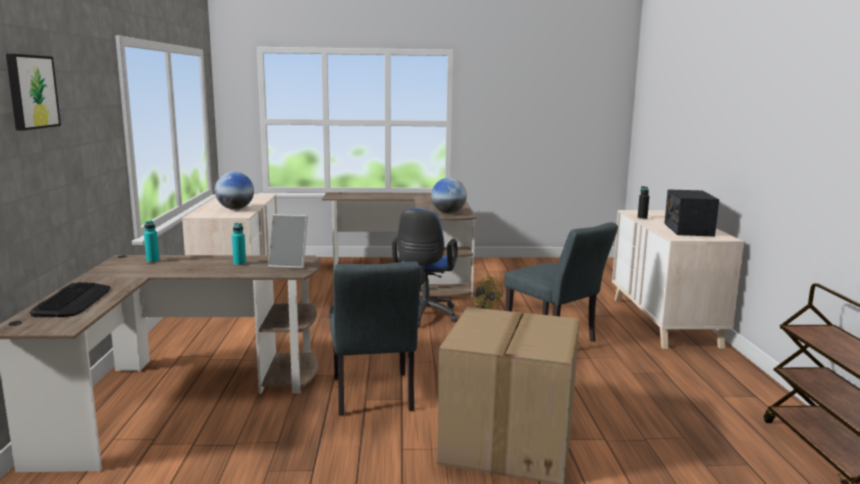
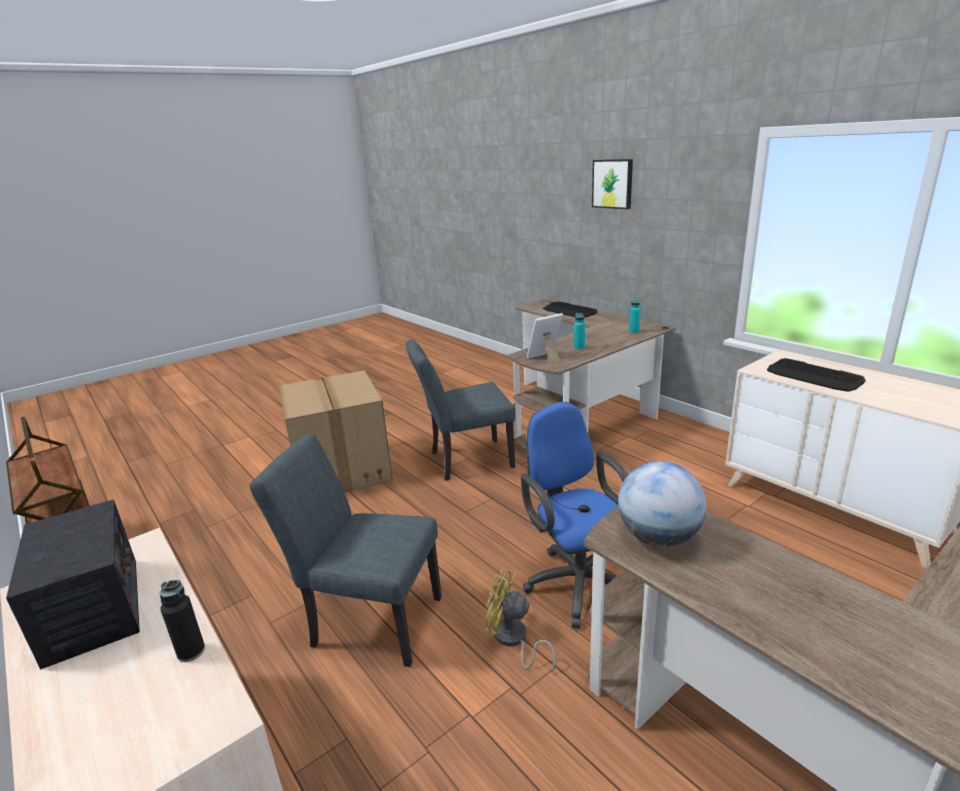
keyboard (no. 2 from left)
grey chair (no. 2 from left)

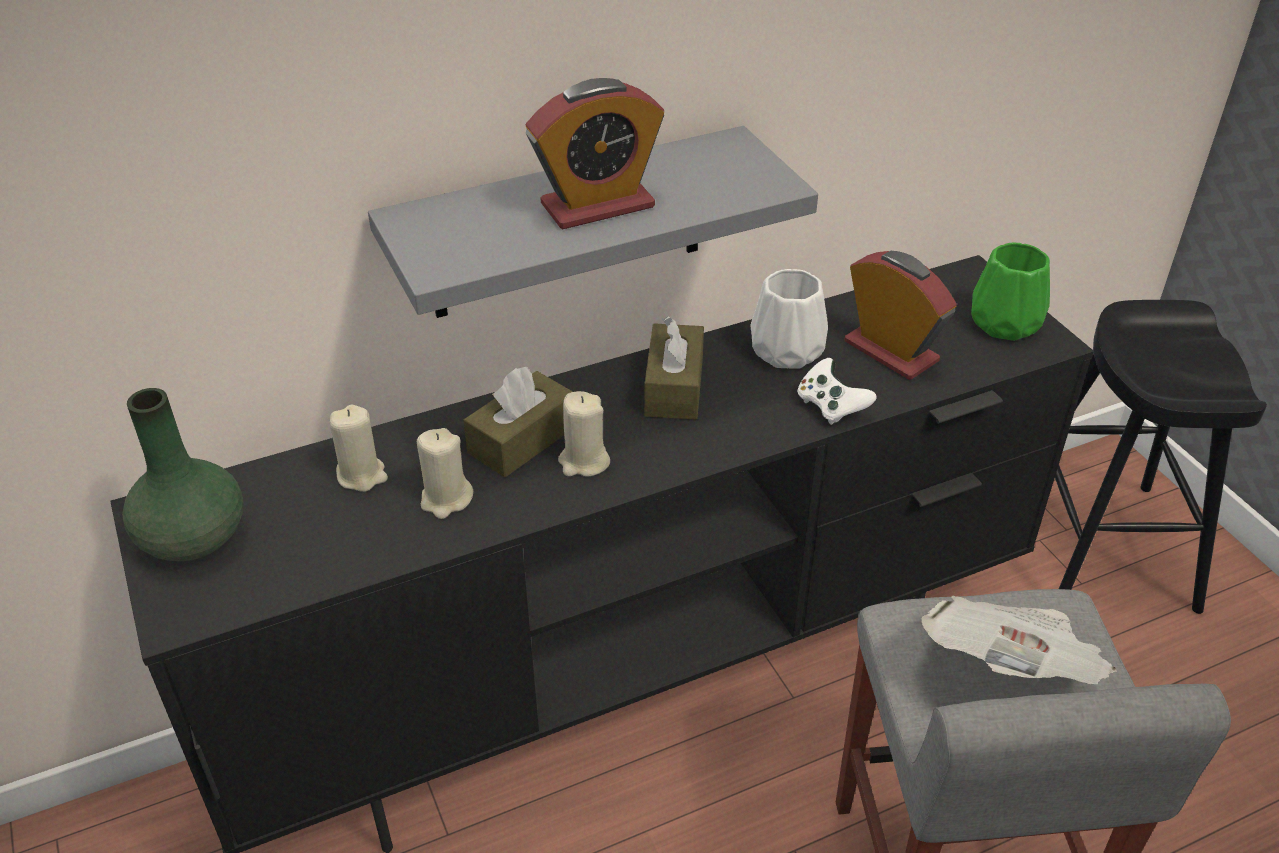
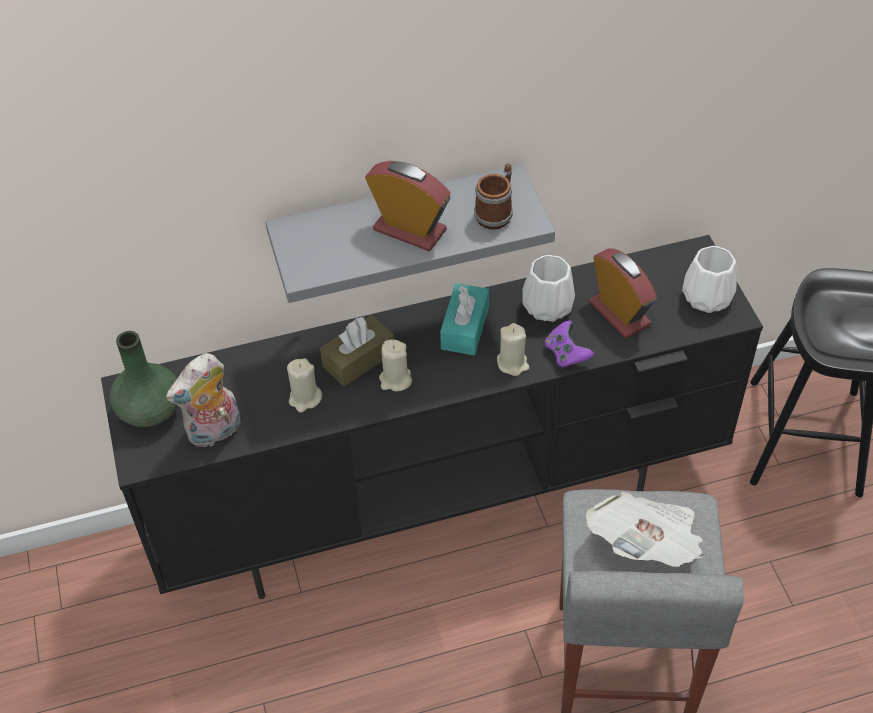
plush toy
mug
beige candle (no. 3 from left)
turquoise tissue box
purple game controller
white vase (no. 2 from left)
alarm clock (no. 1 from left)

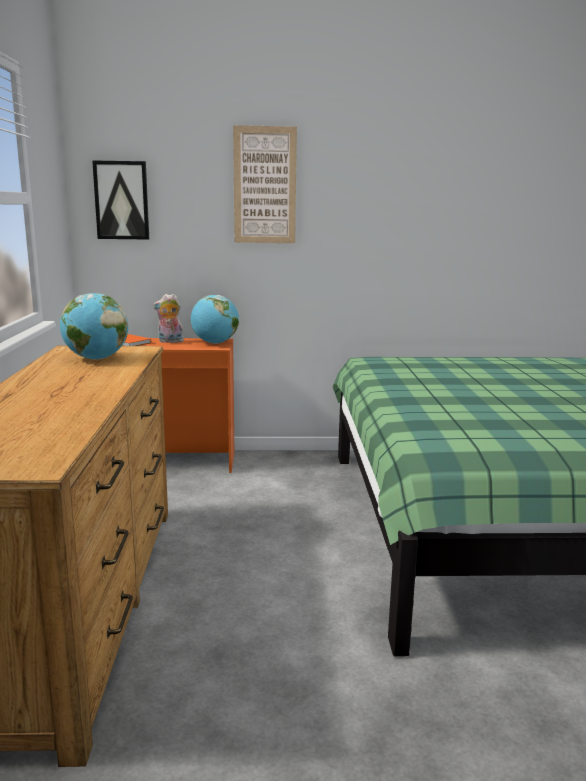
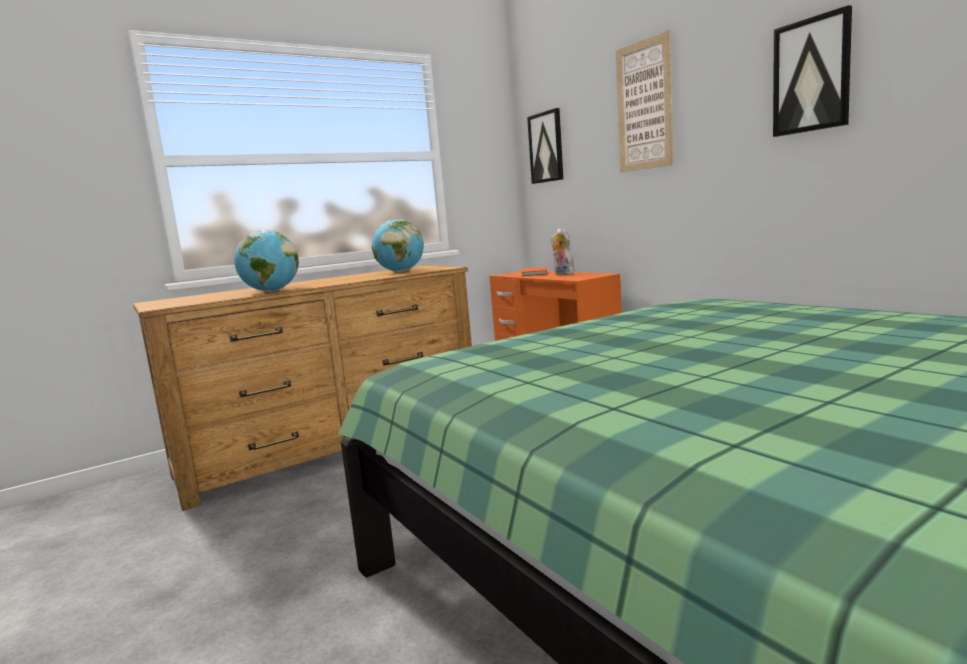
picture (no. 3 from left)
globe (no. 1 from left)

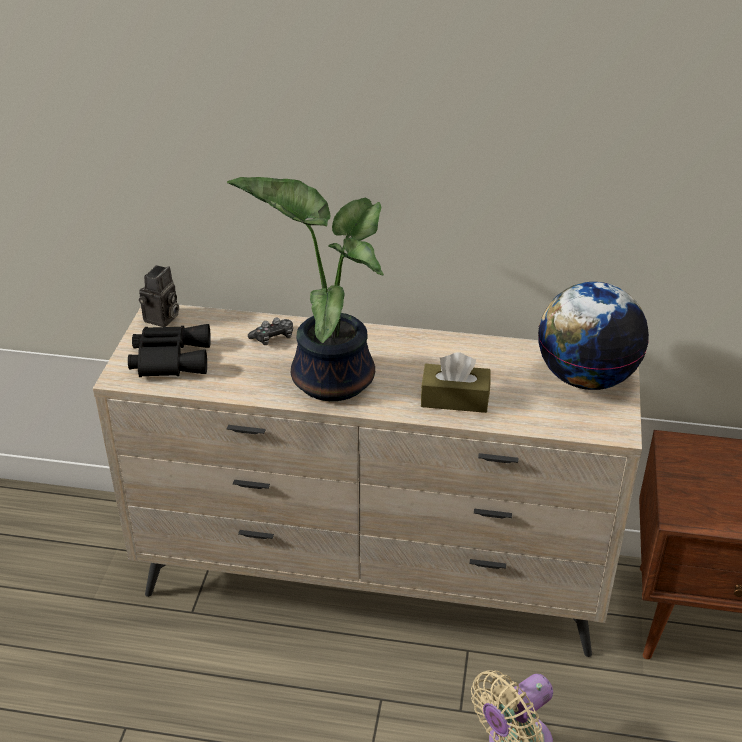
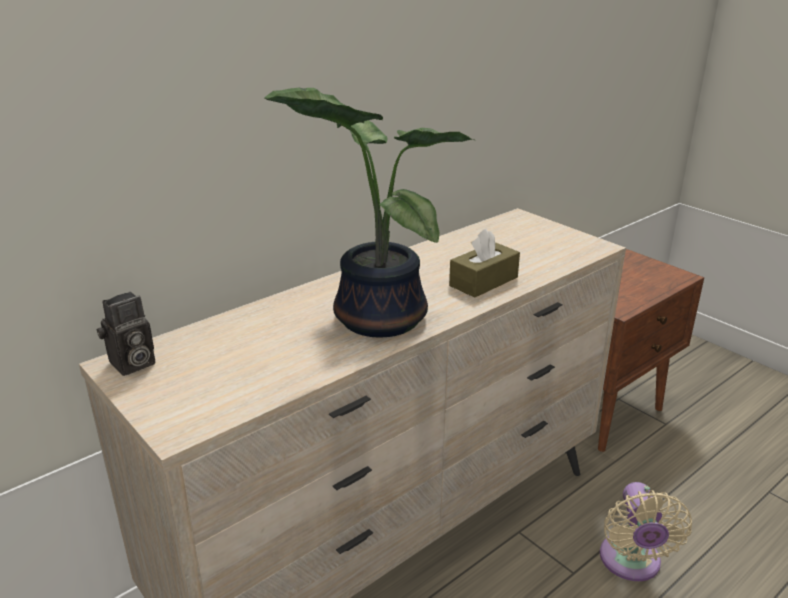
black binoculars
game controller
globe
photo camera

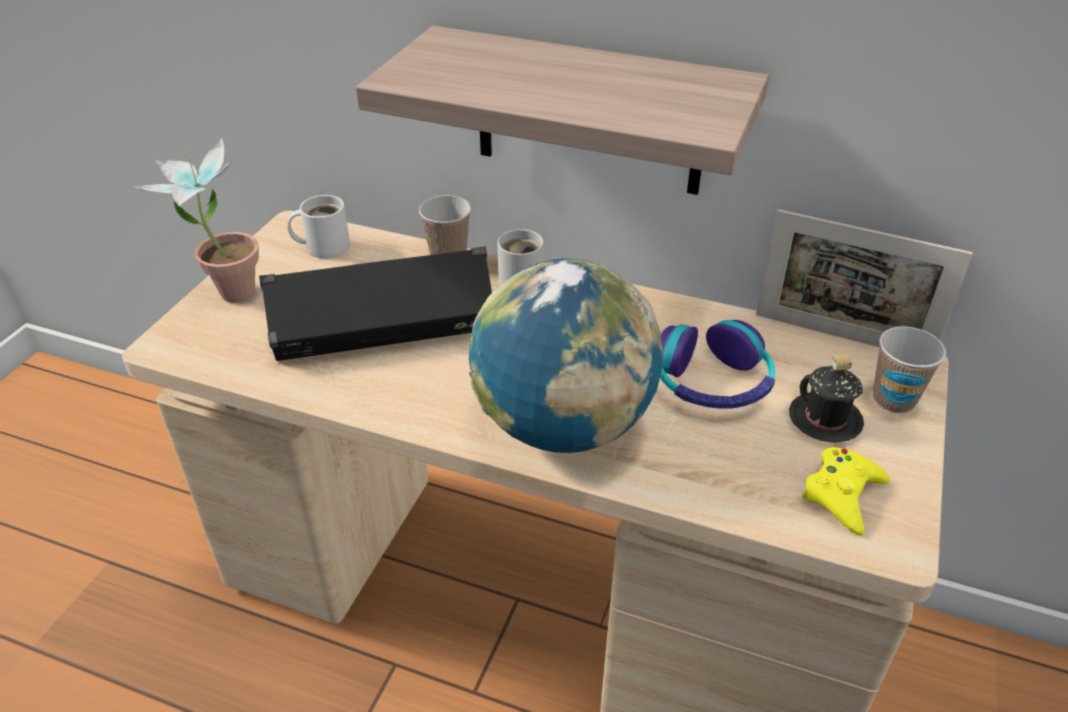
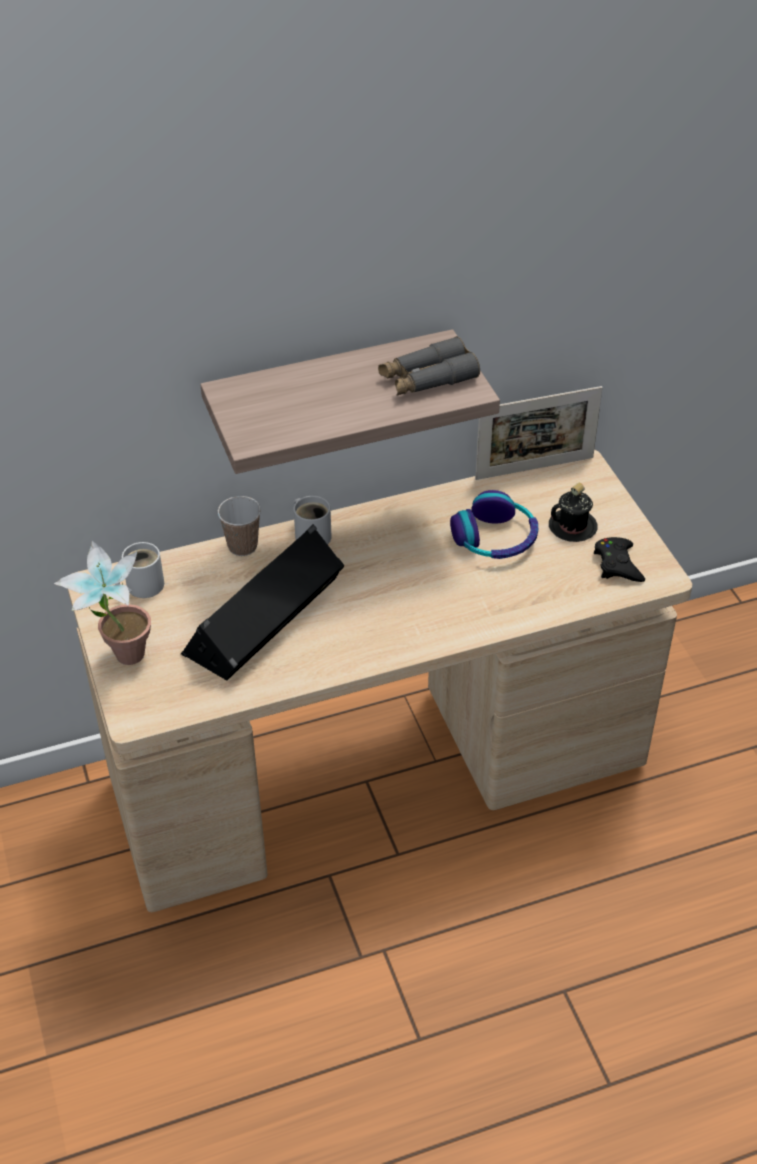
globe
cup (no. 2 from left in the first image)
grey binoculars
black game controller

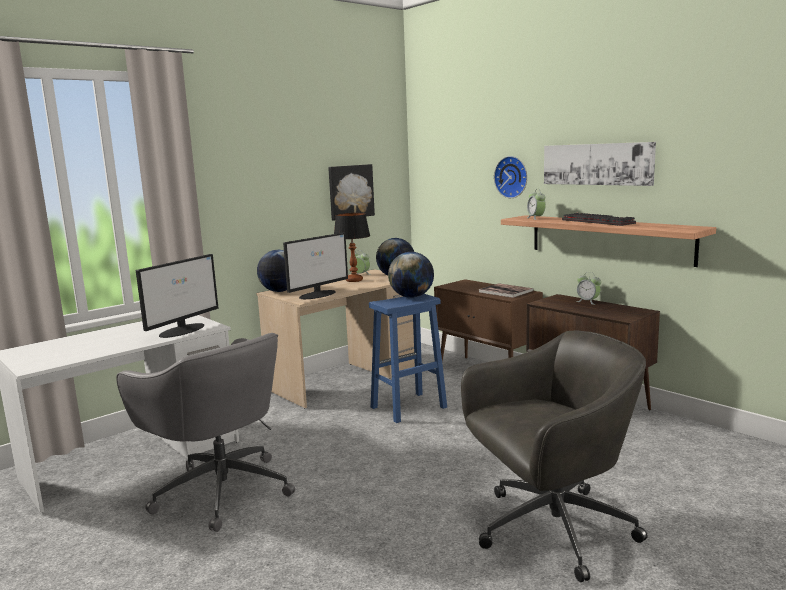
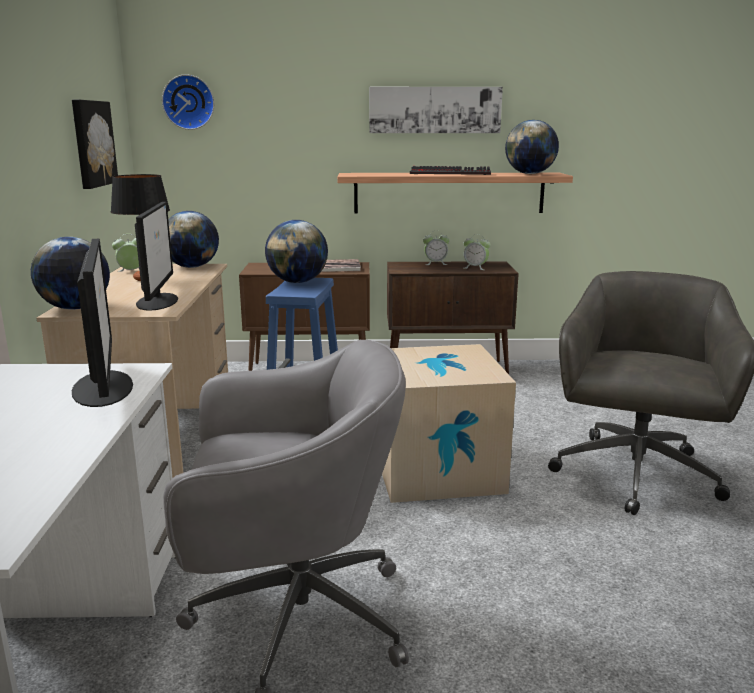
cardboard box
globe (no. 4 from left)
wall clock
alarm clock (no. 3 from left)

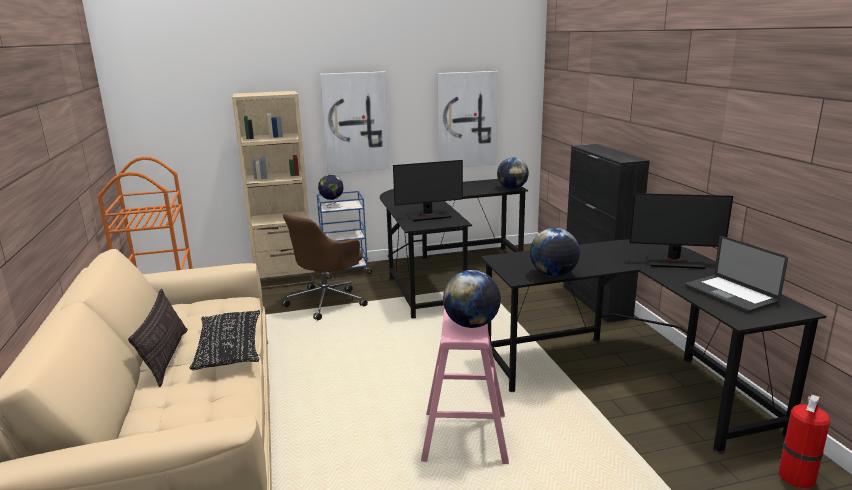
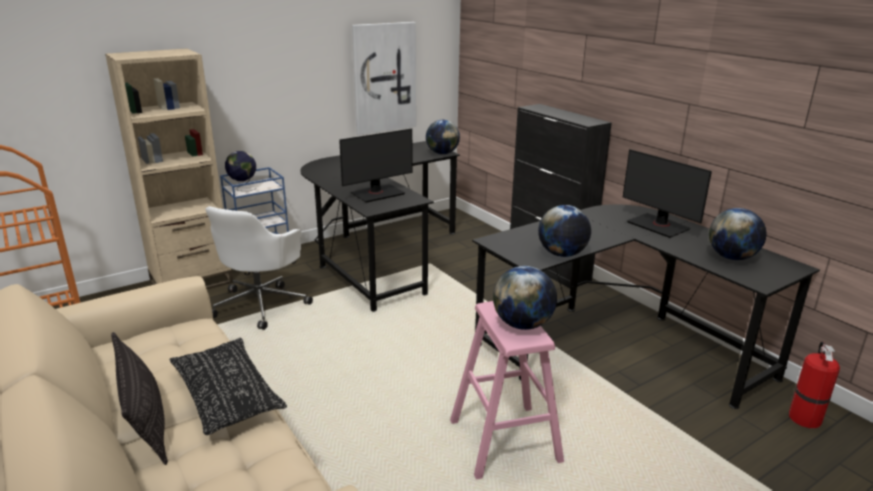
picture (no. 1 from left in the first image)
globe (no. 5 from left)
white office chair
monitor (no. 2 from left)

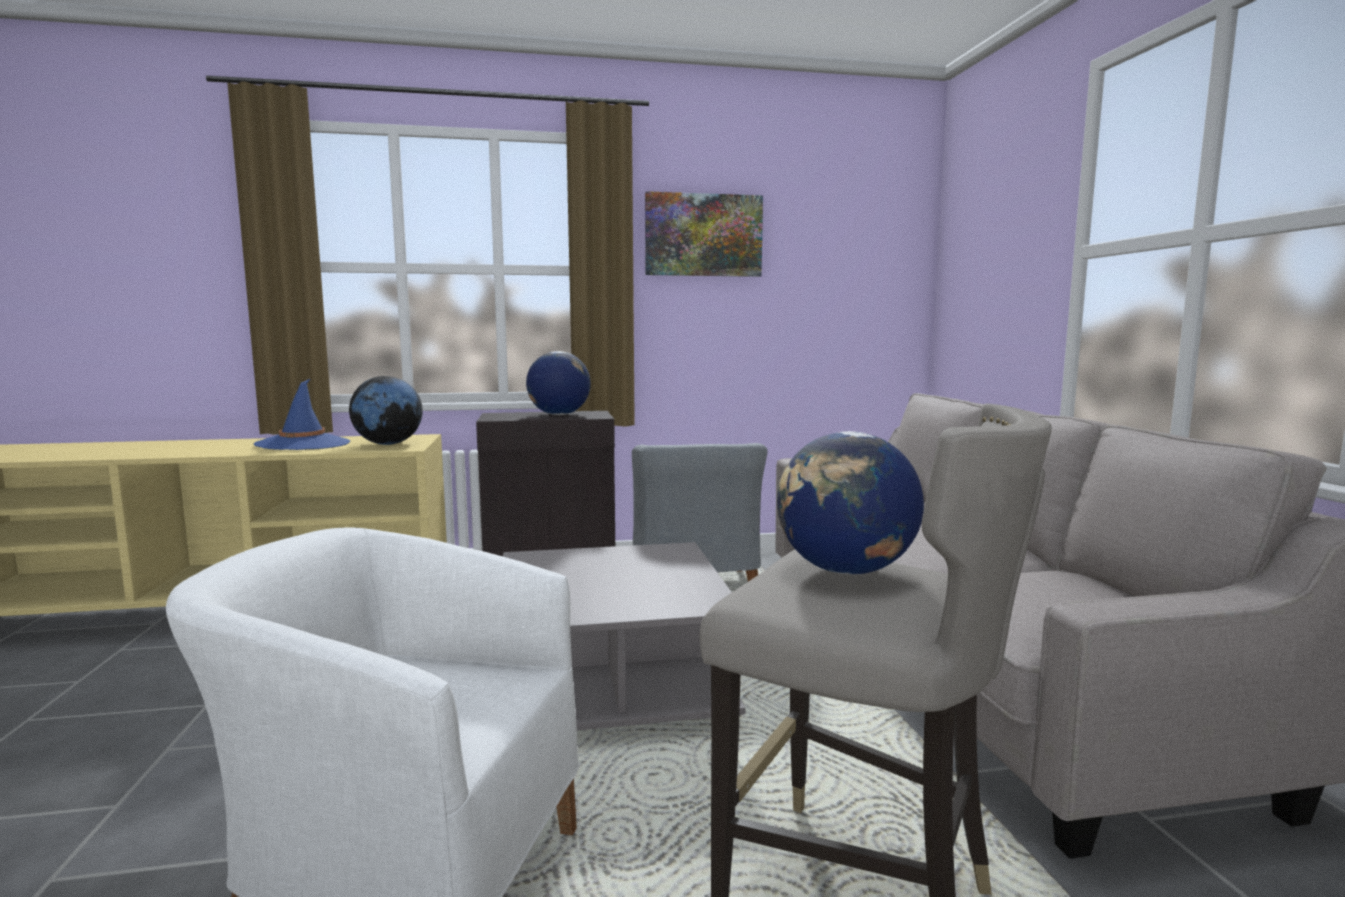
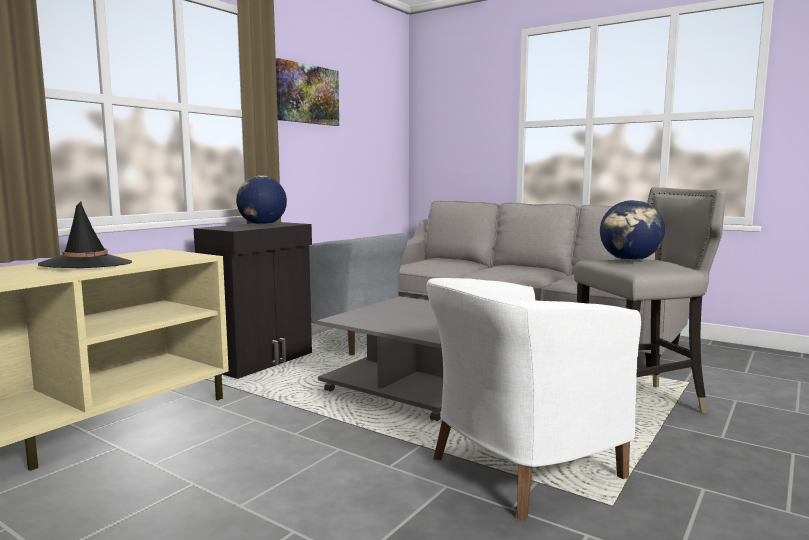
globe (no. 1 from left in the first image)
black hat

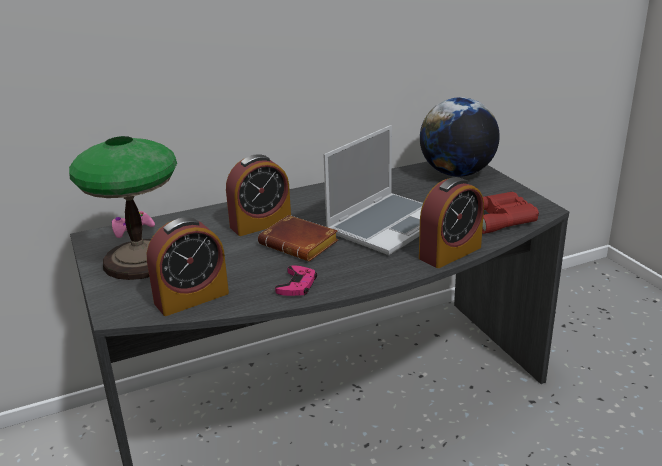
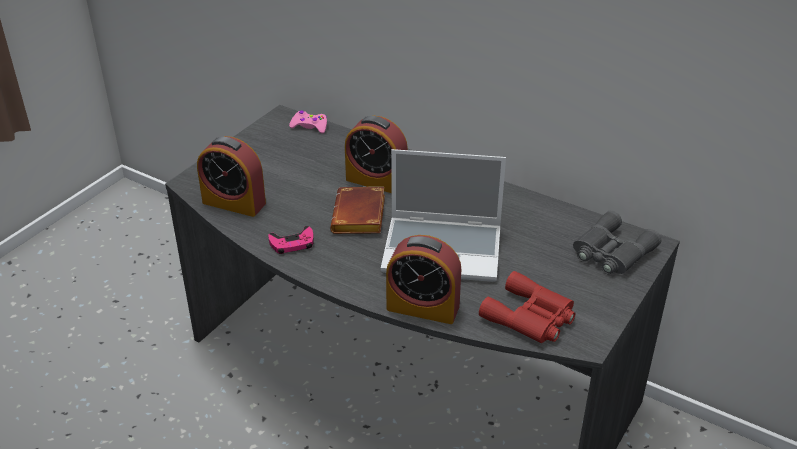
table lamp
grey binoculars

